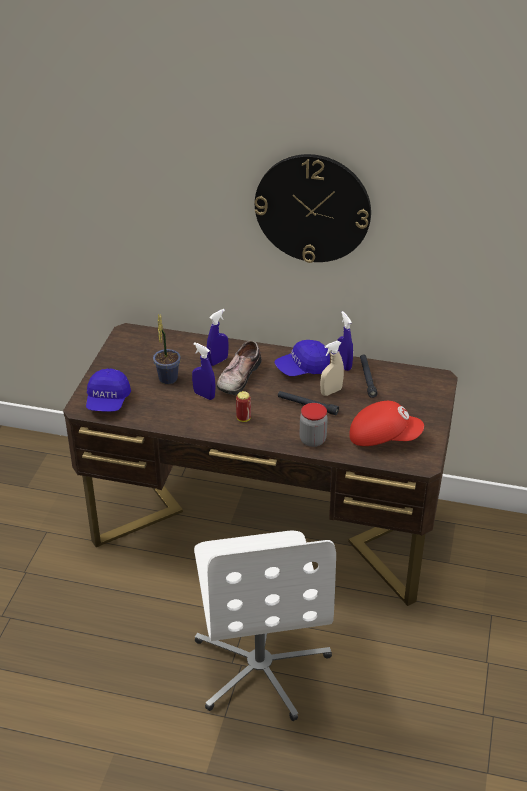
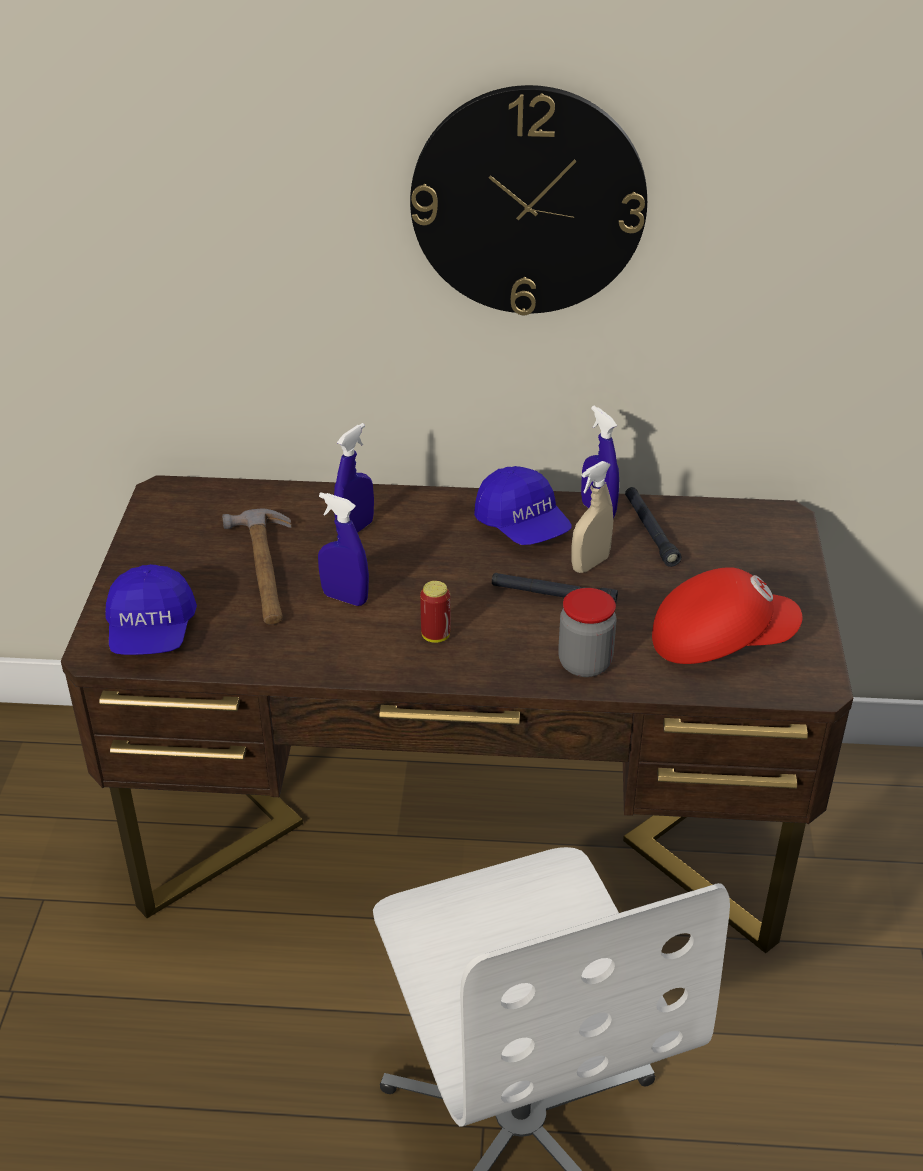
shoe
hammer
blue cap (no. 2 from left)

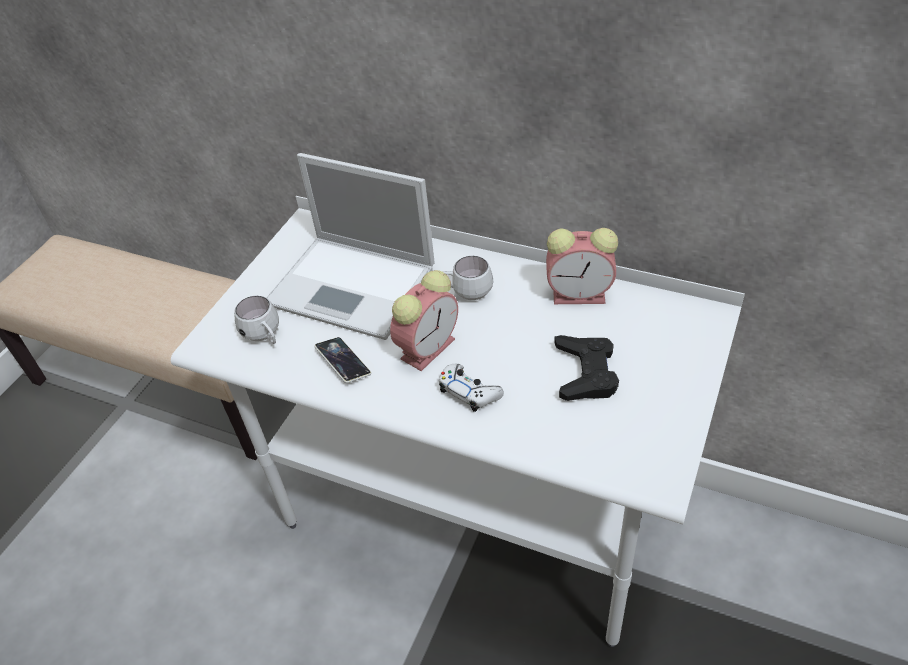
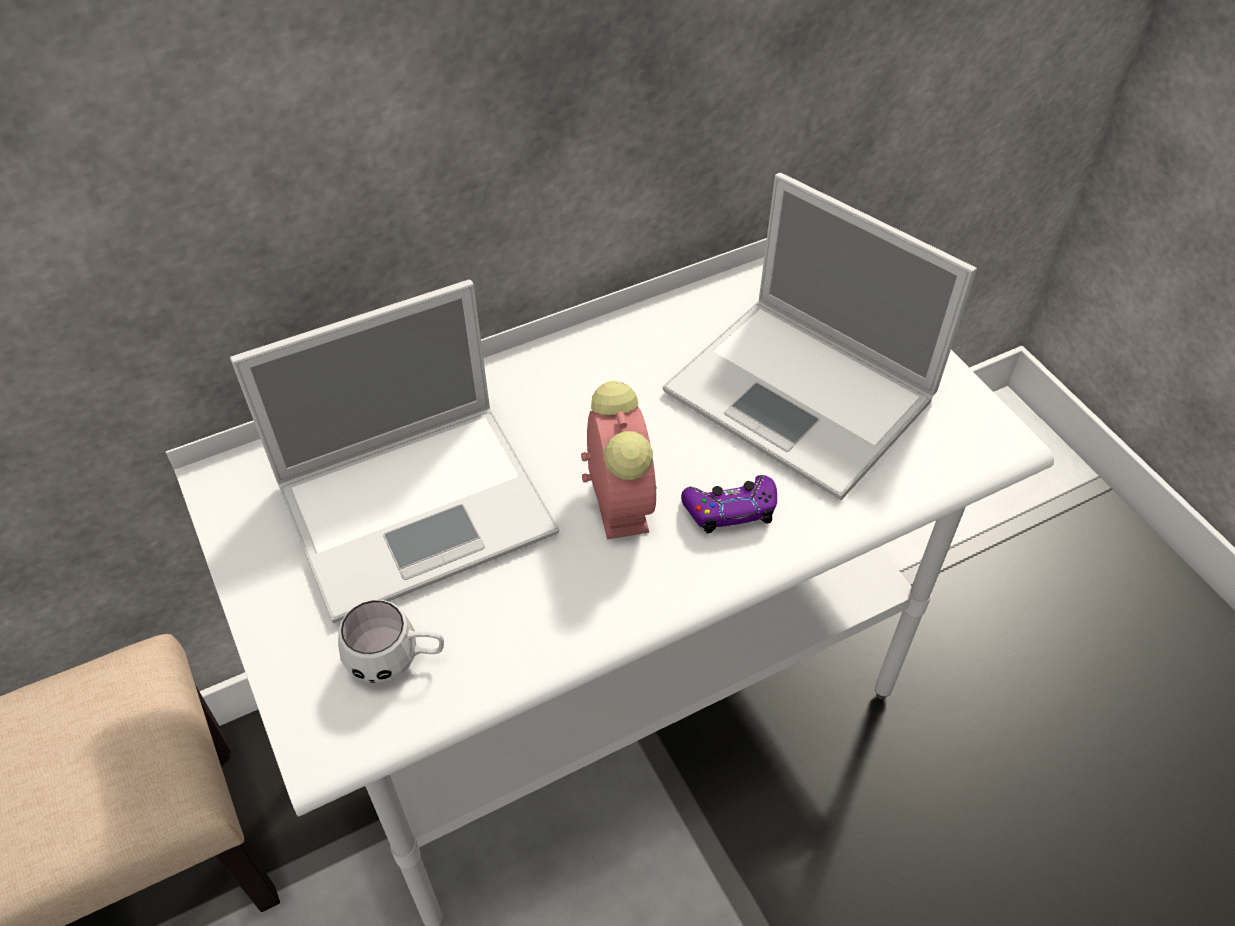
phone
white mug (no. 2 from left in the first image)
alarm clock (no. 2 from left in the first image)
laptop (no. 2 from left)
purple game controller

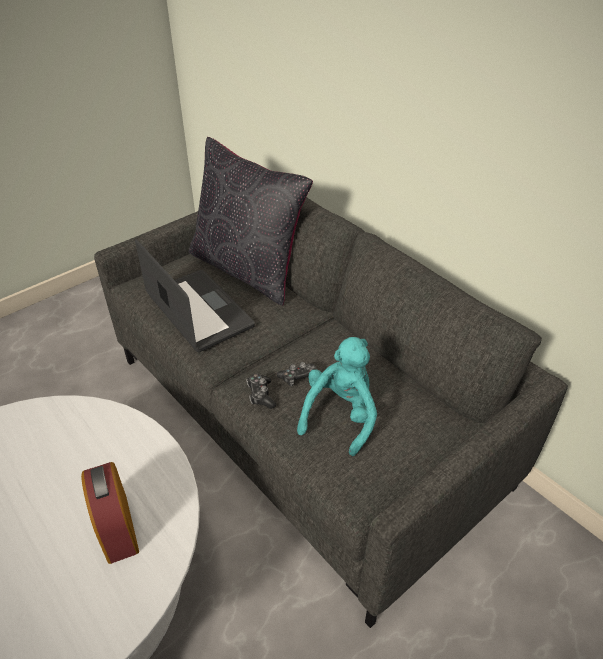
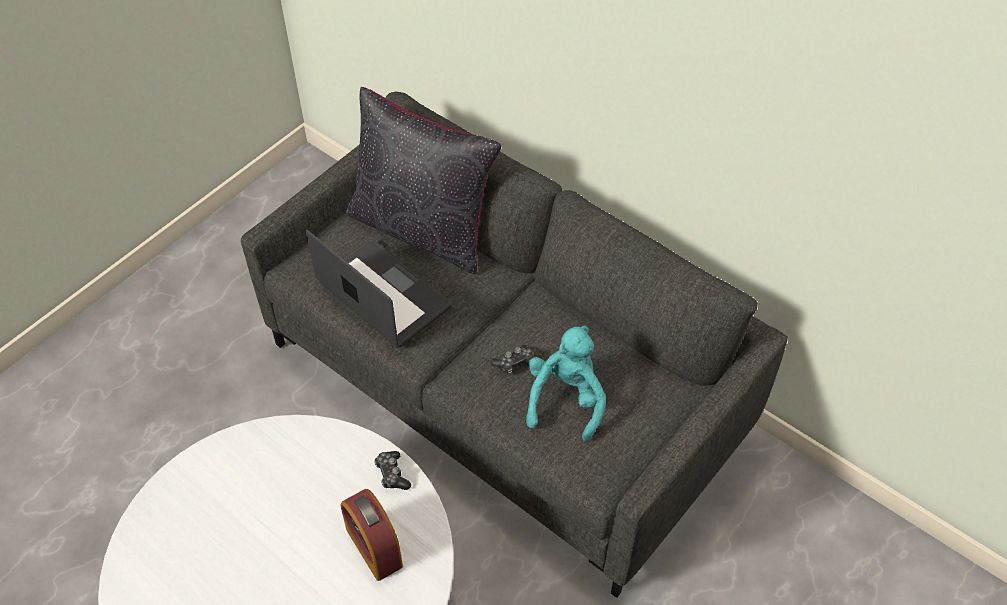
game controller (no. 1 from left)

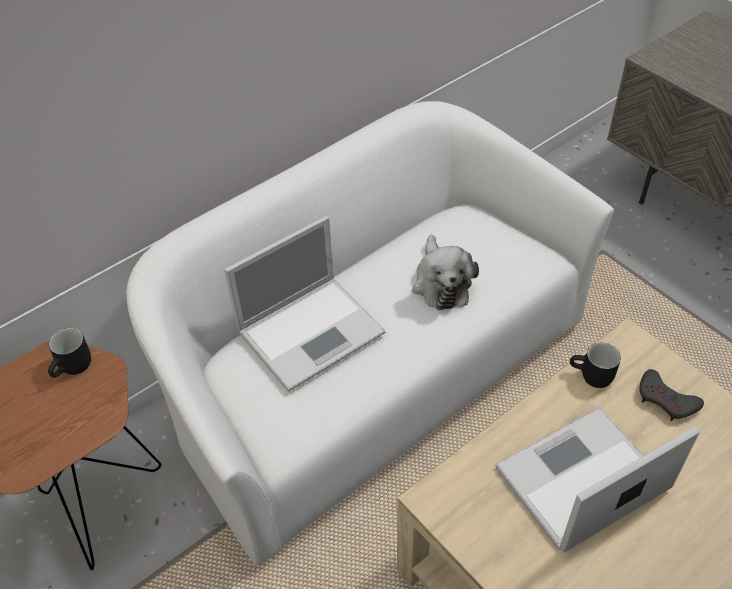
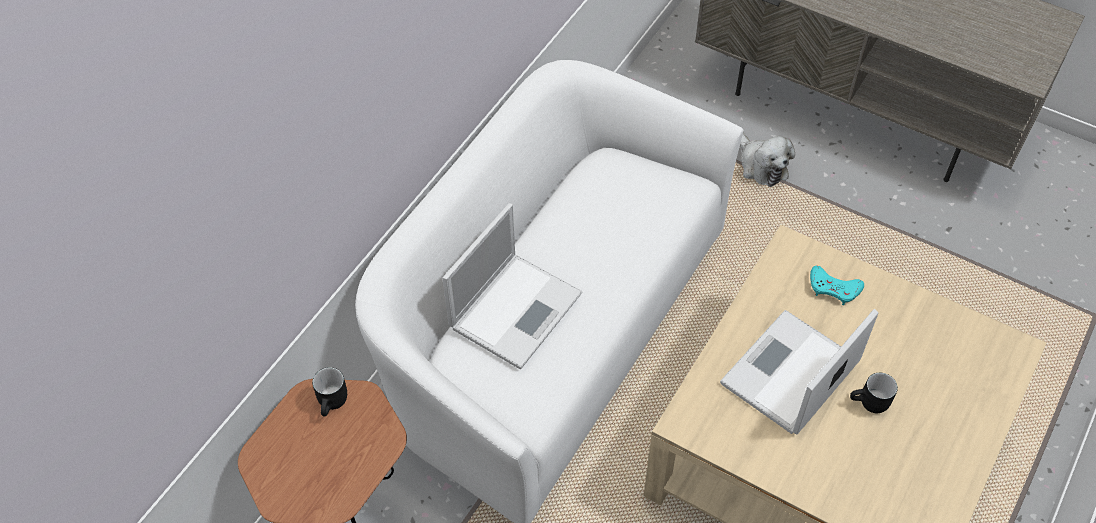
plush toy
black mug (no. 2 from left)
turquoise game controller

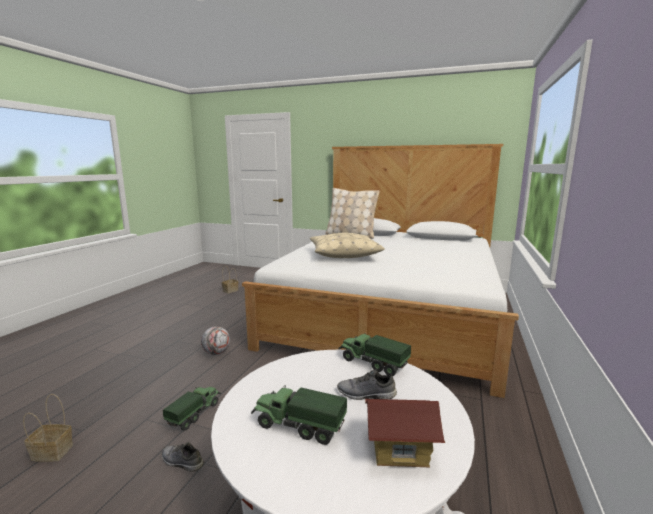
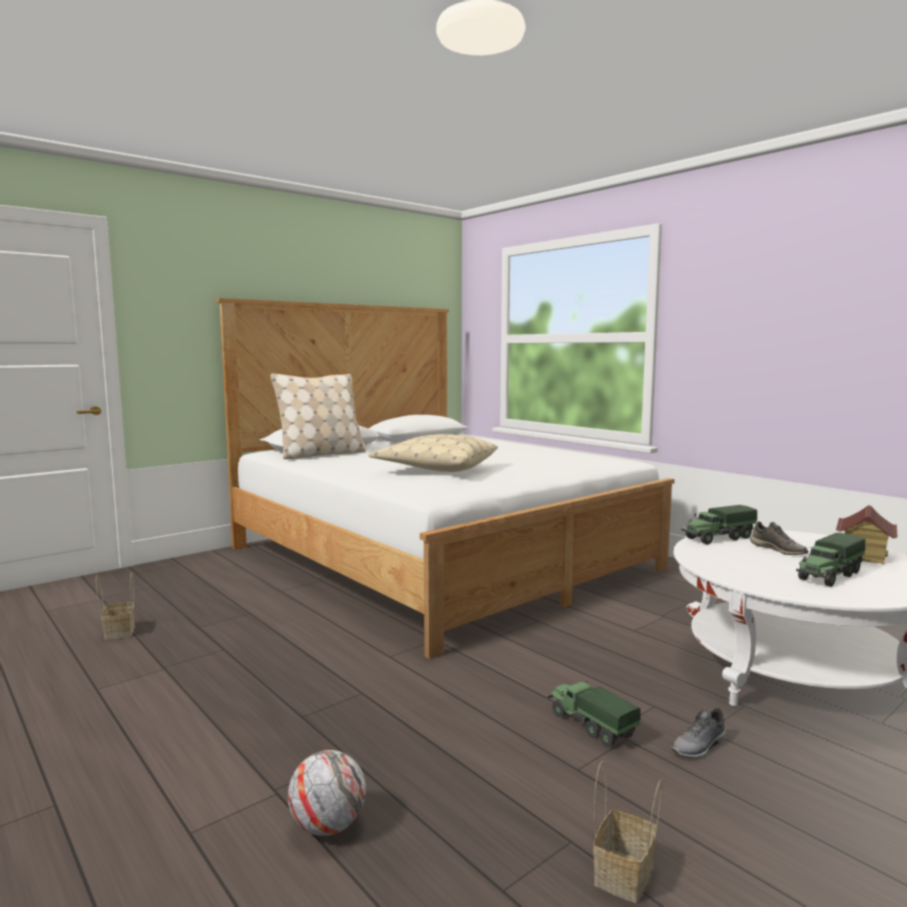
football
grey shoe (no. 2 from left)

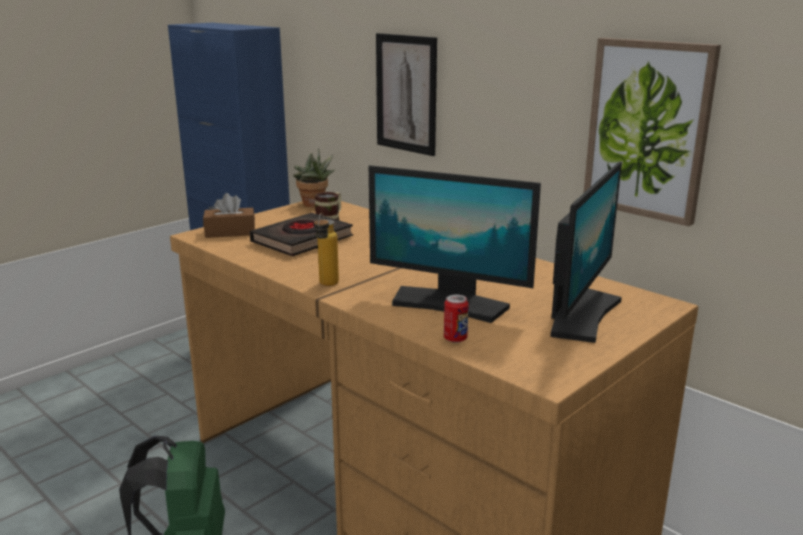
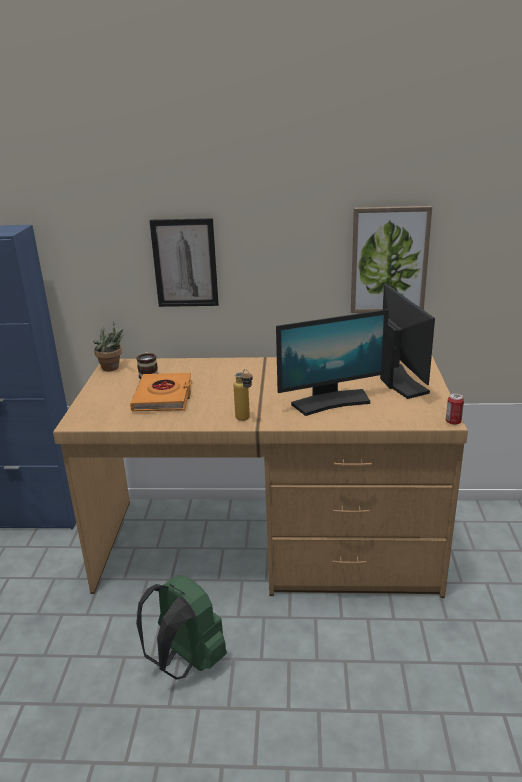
brown tissue box
can
orange book

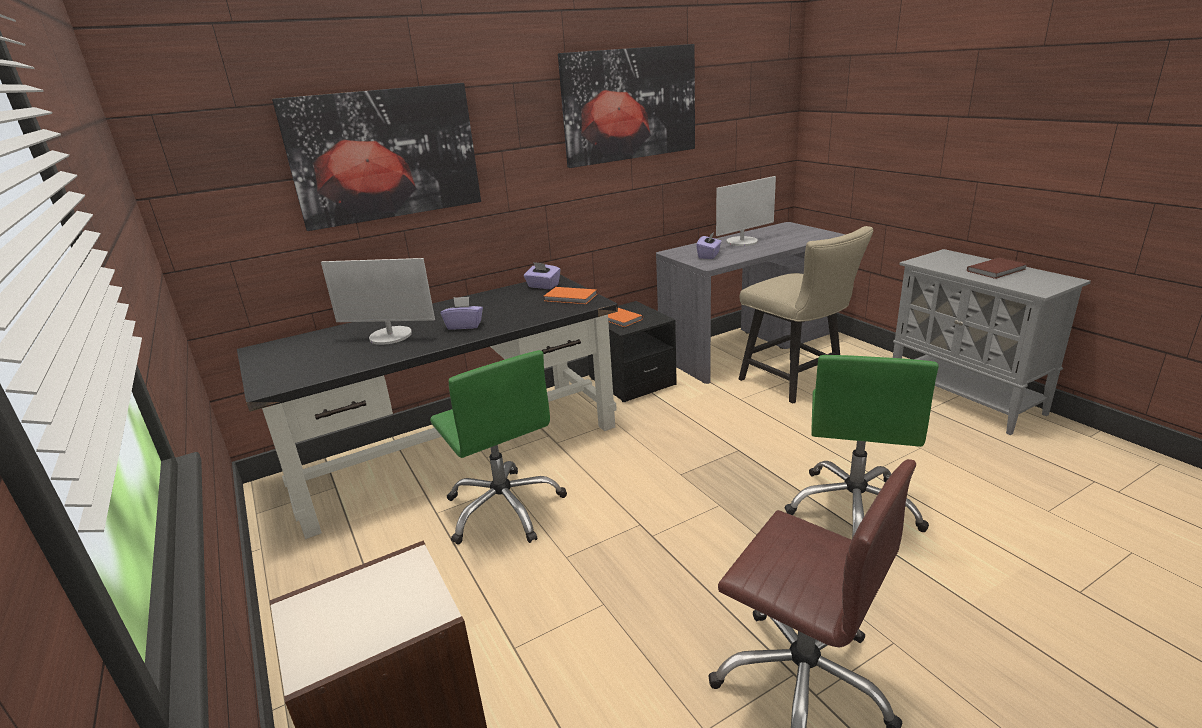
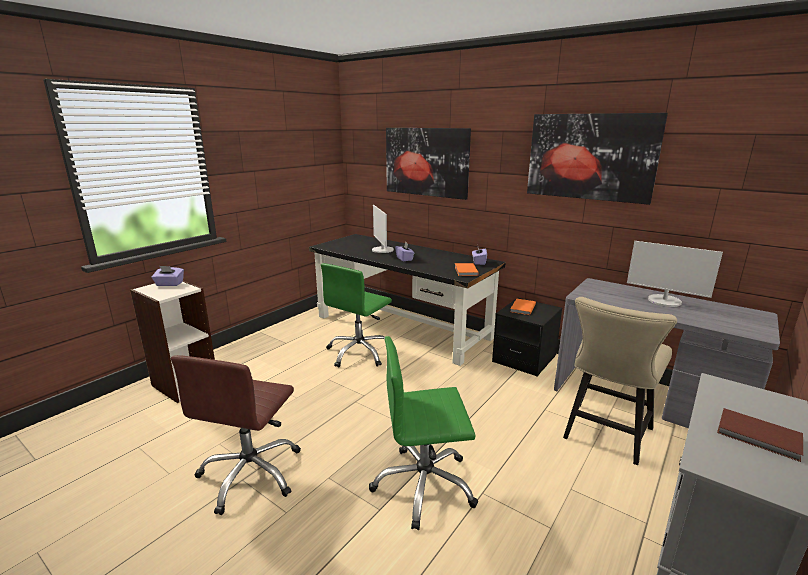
purple tissue box (no. 1 from left)

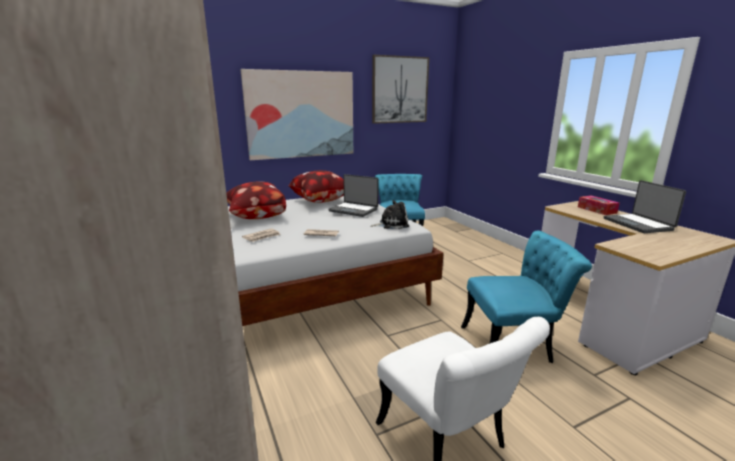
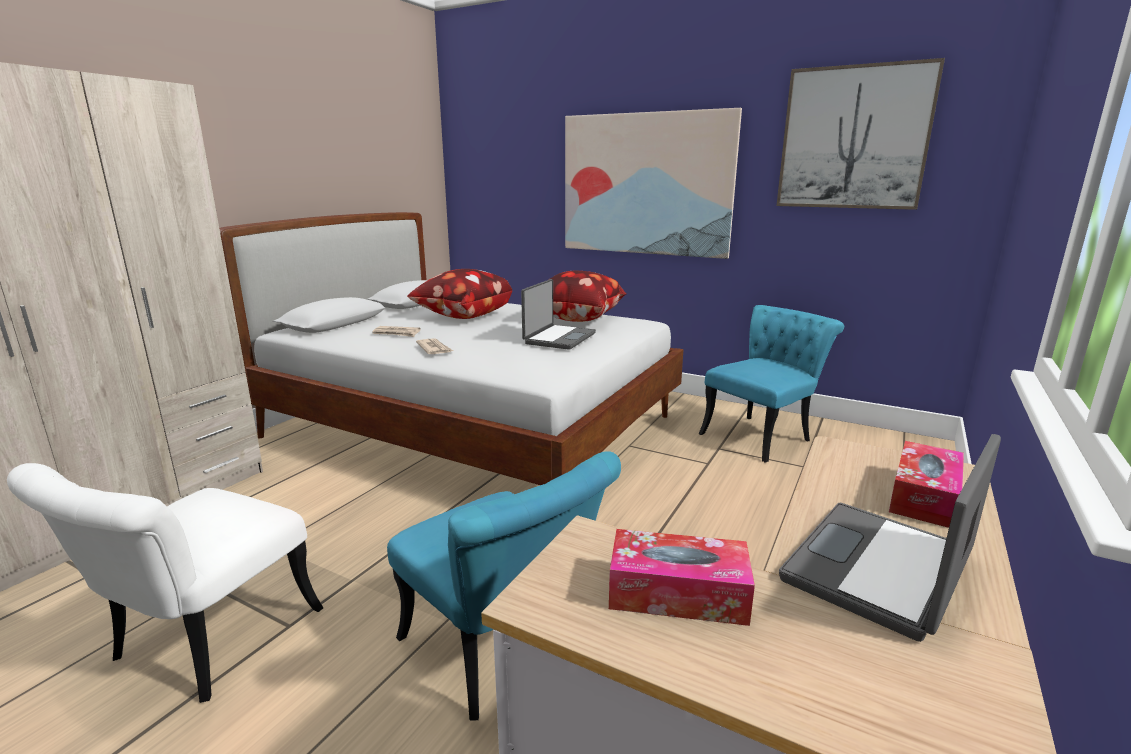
plush toy
tissue box (no. 1 from left)
laptop (no. 1 from left)

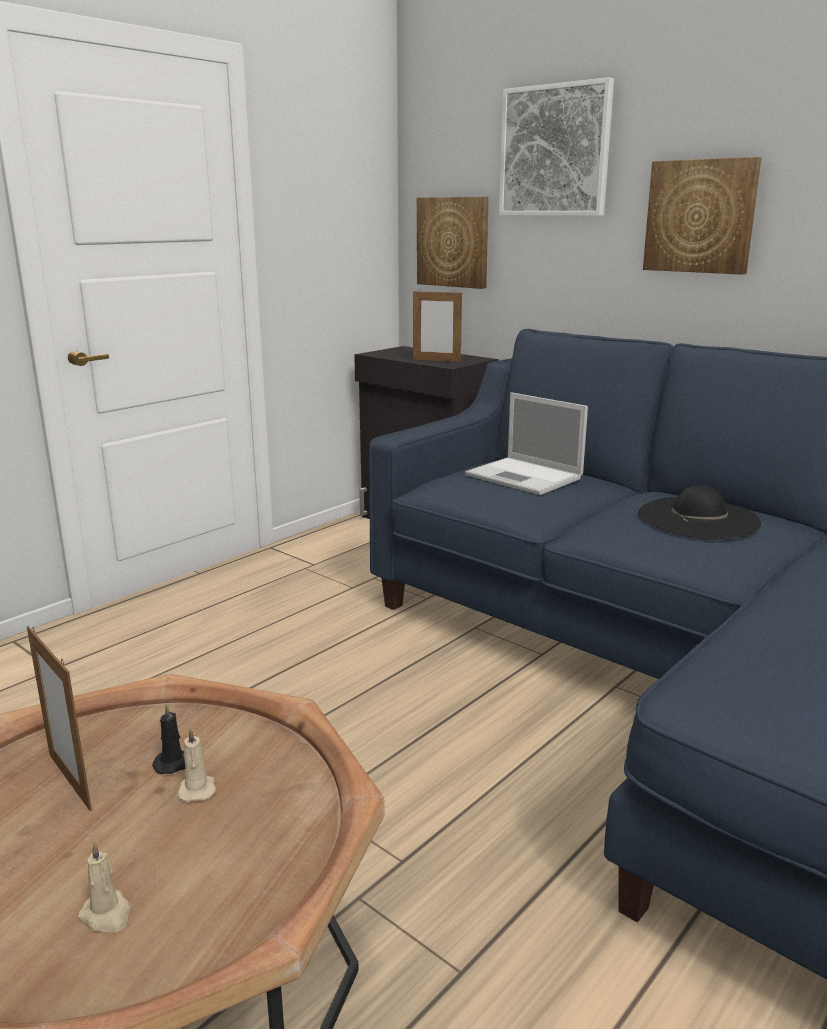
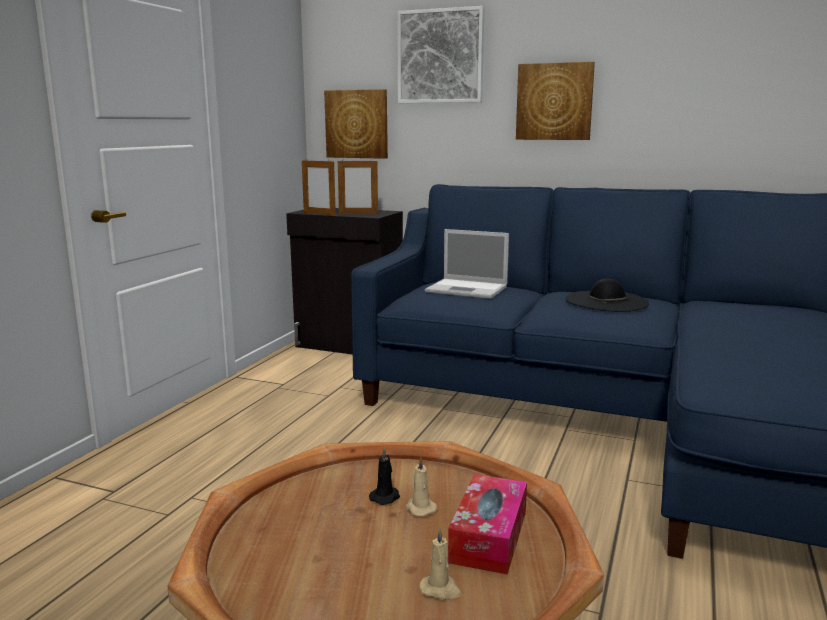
tissue box
picture frame (no. 1 from left)

